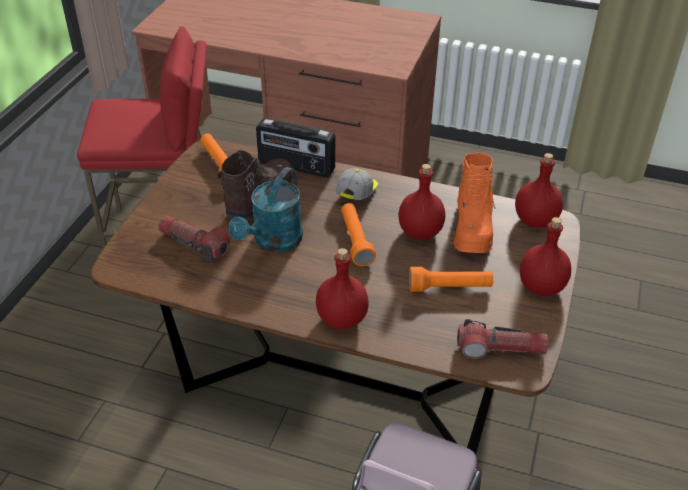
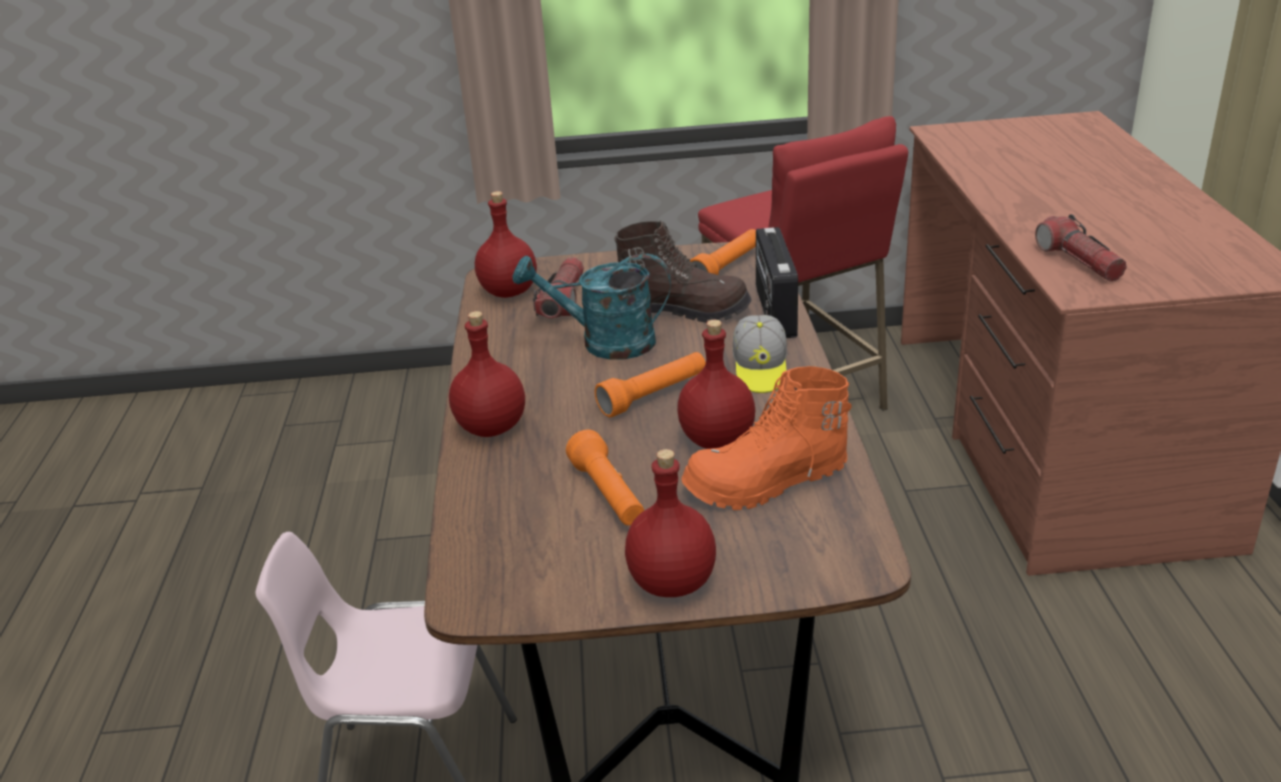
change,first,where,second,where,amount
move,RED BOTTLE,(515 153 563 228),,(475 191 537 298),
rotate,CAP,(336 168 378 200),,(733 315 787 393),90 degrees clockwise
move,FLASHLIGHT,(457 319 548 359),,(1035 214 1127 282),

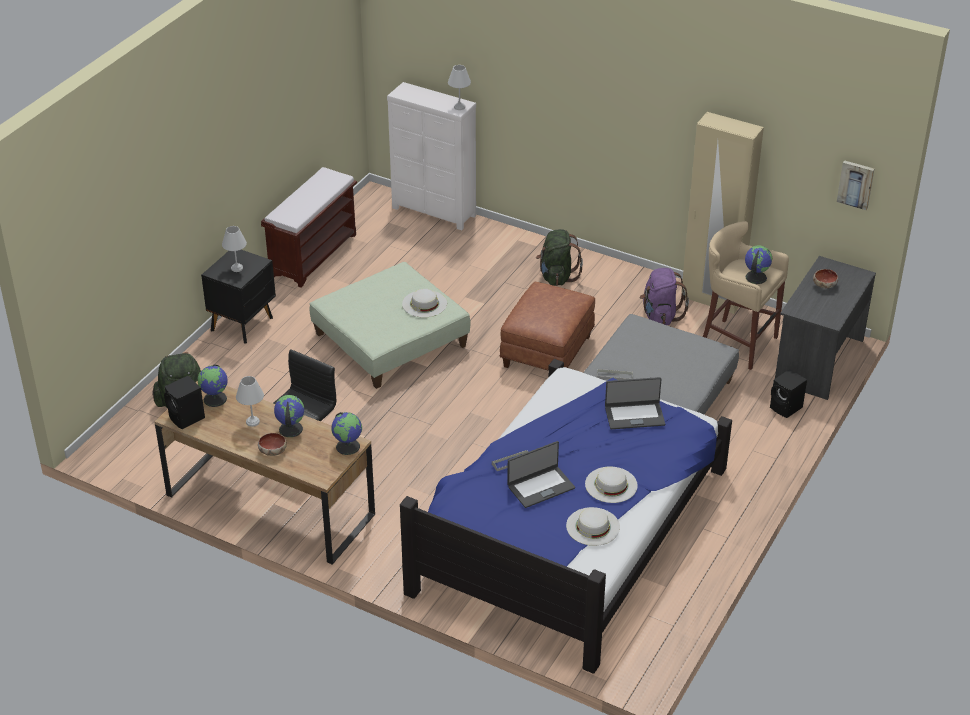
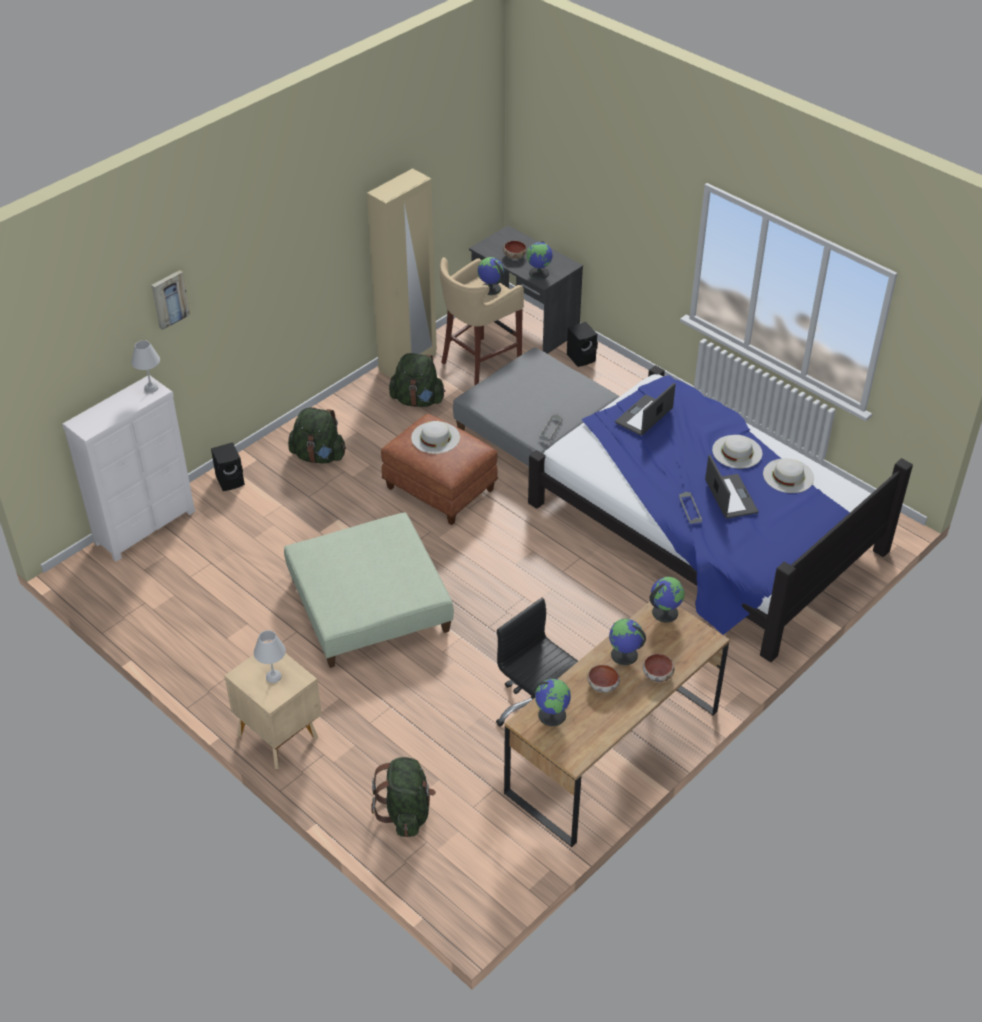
change,first,where,second,where,amount
move,PICTURE,(837 160 874 210),,(151 270 190 330),
move,BLACK SPEAKER,(164 376 205 429),,(211 442 245 491),
recolor,BLACK NIGHTSTAND,(201 250 276 344),BEIGE NIGHTSTAND,(224 653 322 769),
recolor,PURPLE BACKPACK,(640 268 689 325),GREEN BACKPACK,(389 353 446 407),
move,WHITE HAT,(402 289 447 318),,(411 421 460 454),
insert,,,GLOBE,(527 241 553 279),
replace,WHITE TABLE LAMP,(236 376 264 427),BOWL,(587 665 620 693),
rotate,LAPTOP,(605 377 665 429),,(615 383 676 436),150 degrees counterclockwise
delete,BROWN BENCH,(261 167 357 288),,,

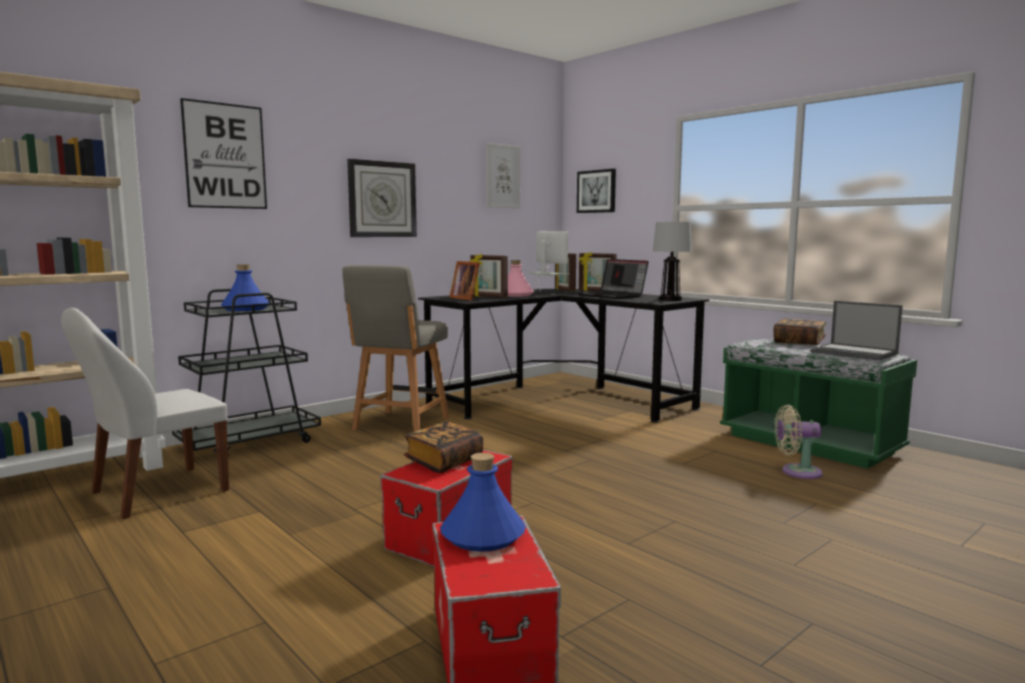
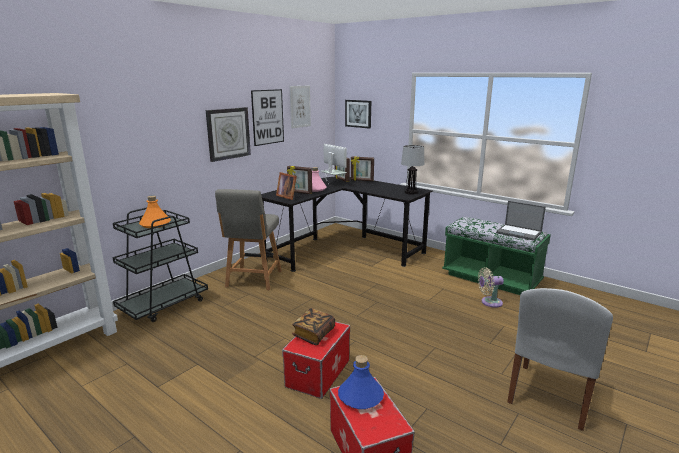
change,first,where,second,where,amount
recolor,BLUE BOTTLE,(221 264 269 311),ORANGE BOTTLE,(139 195 171 228),
move,PICTURE,(180 98 267 209),,(251 89 284 146),
move,WHITE CHAIR,(61 308 229 519),,(507 288 613 431),
delete,LAPTOP,(578 259 649 299),,,
delete,BOOK,(773 319 826 345),,,

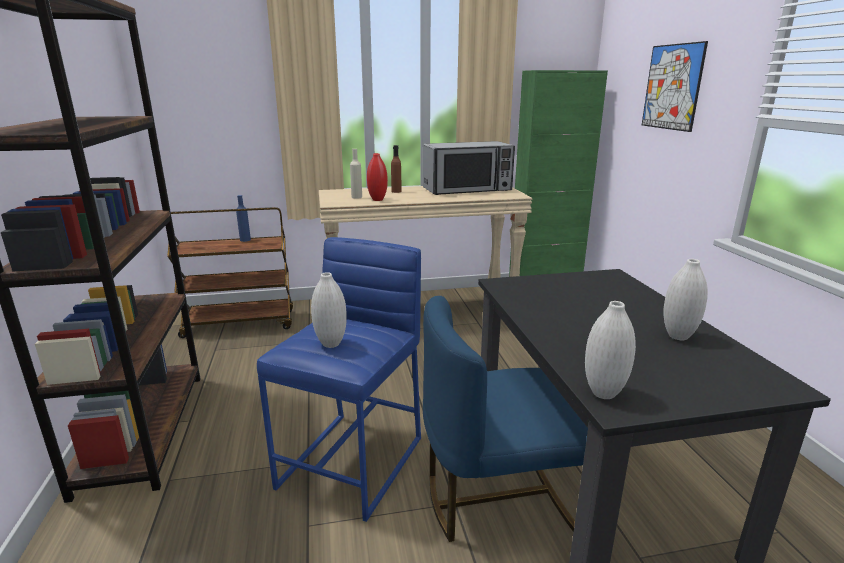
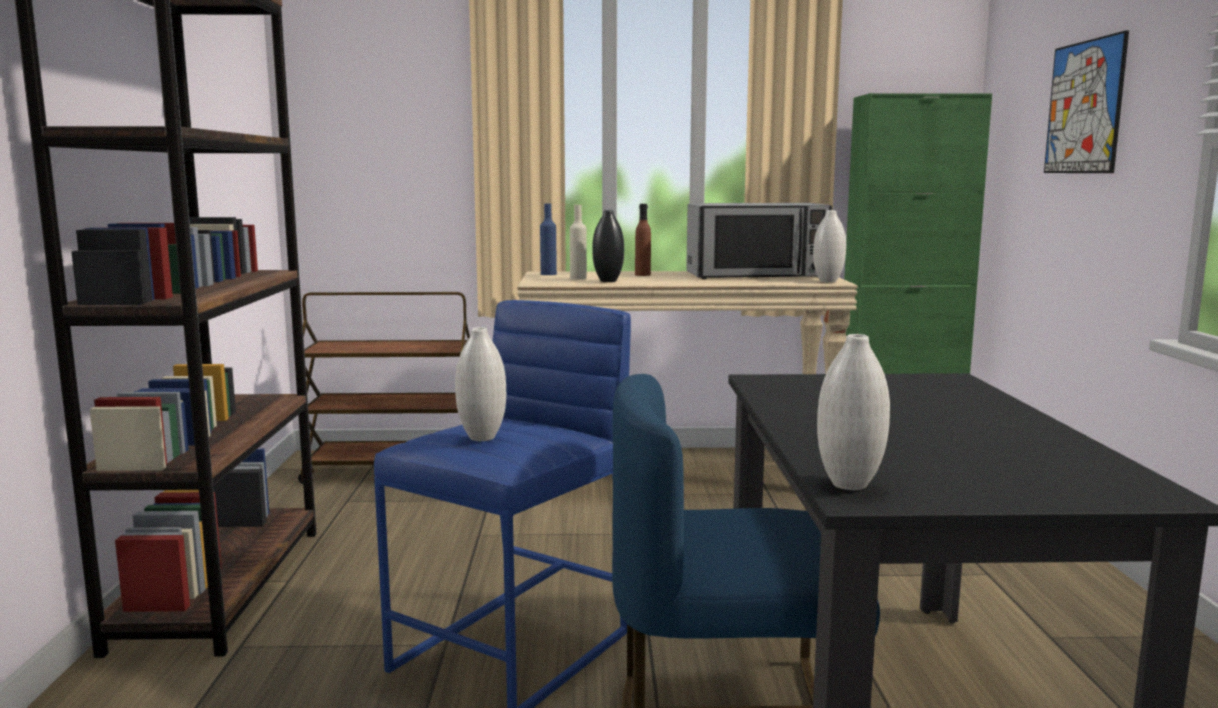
change,first,where,second,where,amount
move,BLUE BOTTLE,(236 195 251 242),,(540 203 557 275),
recolor,RED VASE,(367 153 388 201),BLACK VASE,(592 210 624 282),
move,WHITE VASE,(664 259 708 340),,(813 210 846 283),

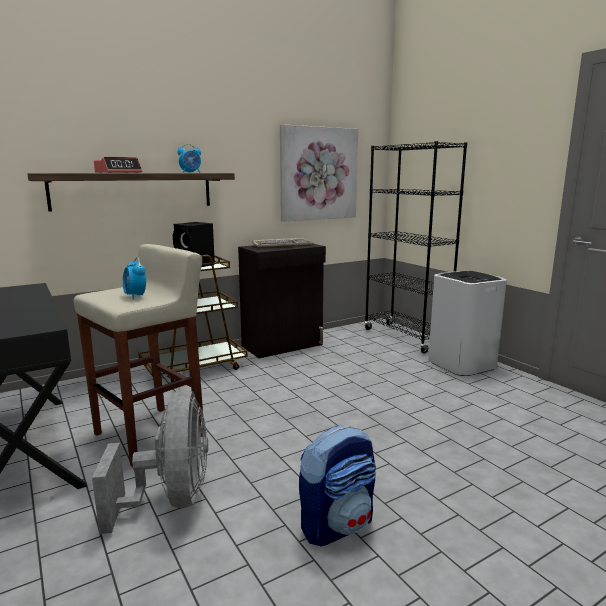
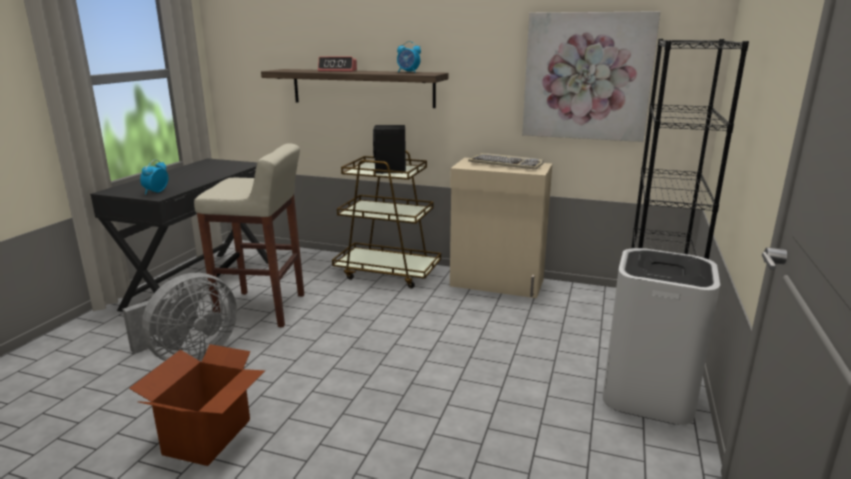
change,first,where,second,where,amount
replace,BACKPACK,(299 425 376 546),CARDBOARD BOX,(129 344 265 466),
move,ALARM CLOCK,(123 257 146 300),,(140 159 168 194),
recolor,BLACK CABINET,(238 244 326 358),BEIGE CABINET,(450 158 552 298),

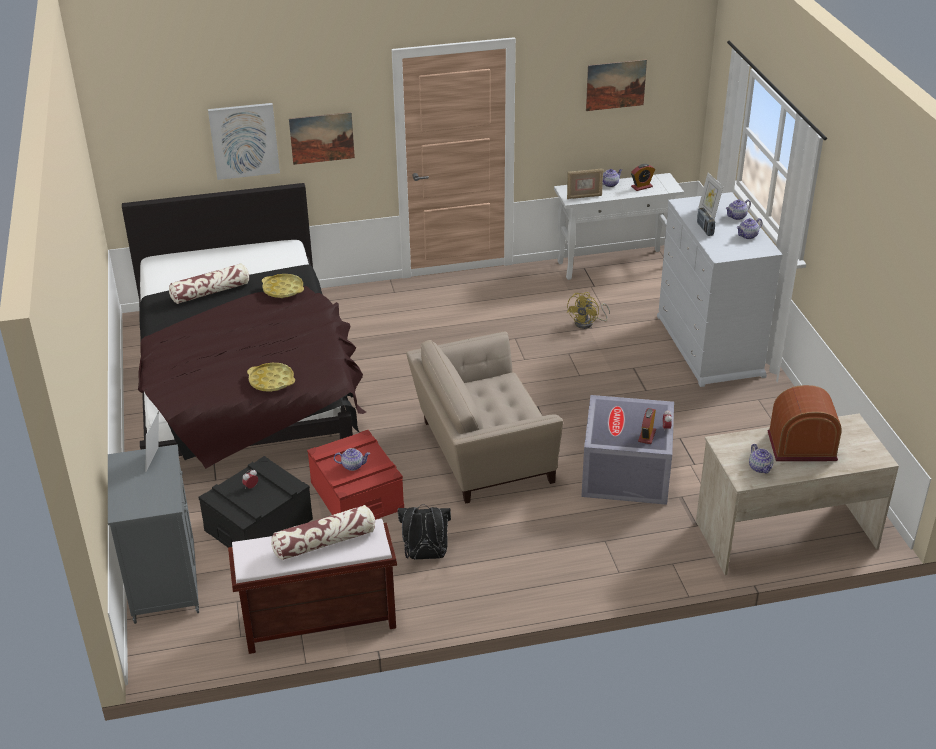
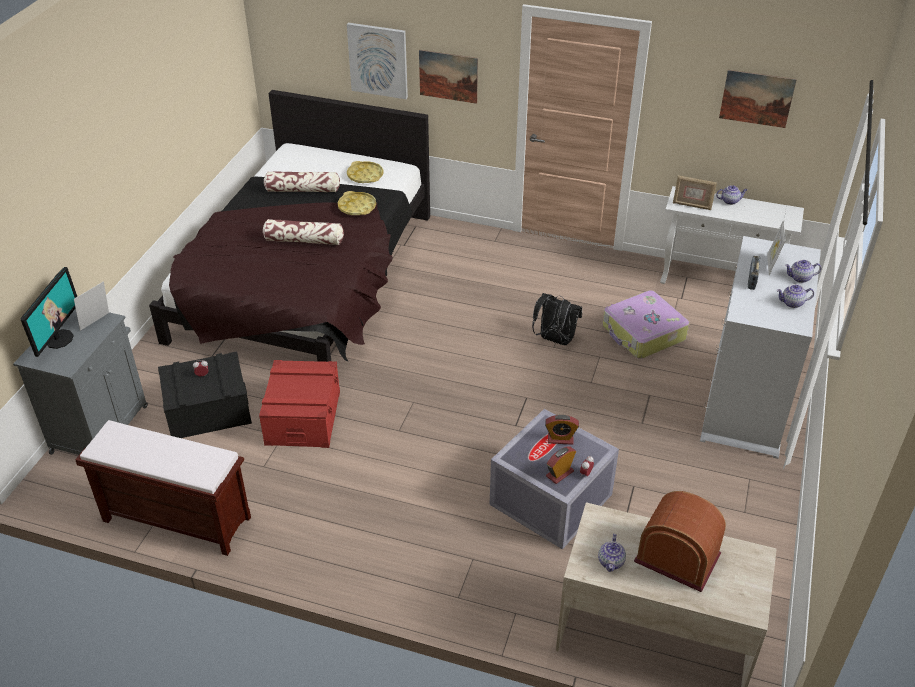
change,first,where,second,where,amount
insert,,,MONITOR,(20 267 77 357),
move,PILLOW,(271 505 375 560),,(263 219 344 245),
move,YELLOW TRAY,(247 363 295 392),,(347 161 384 183),
move,BLACK BACKPACK,(397 504 451 559),,(532 293 582 345),
move,ALARM CLOCK,(631 164 655 191),,(545 415 579 445),
replace,YELLOW FAN,(567 292 610 329),SUITCASE,(603 290 690 359),
delete,TEAPOT,(334 448 370 471),,,
delete,BEIGE ARMCHAIR,(406 332 563 504),,,

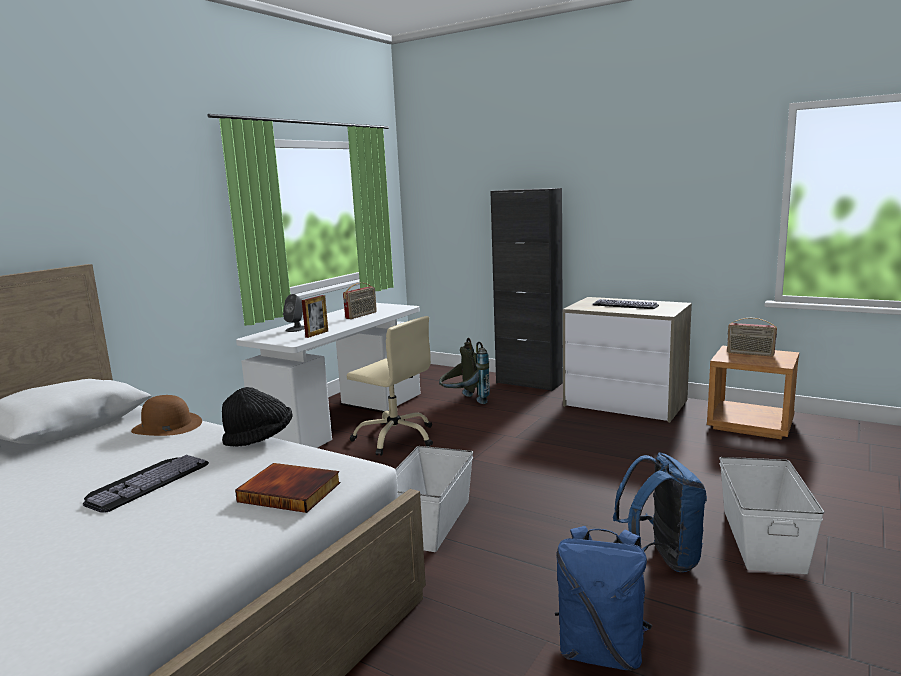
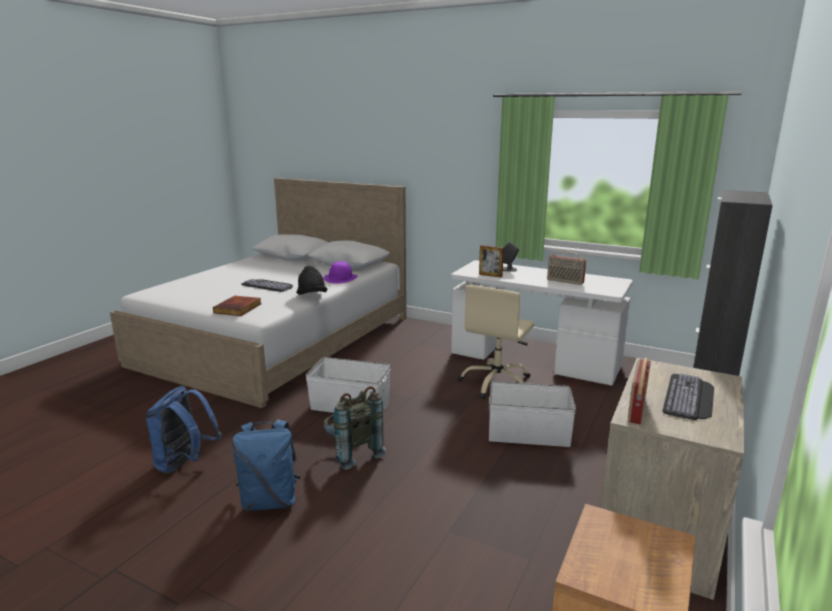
change,first,where,second,where,amount
recolor,BROWN HAT,(131 395 202 436),PURPLE HAT,(324 261 358 284),
move,GREY BACKPACK,(439 338 490 404),,(324 386 386 470),
move,WHITE STORAGE BOX,(719 457 824 574),,(488 382 576 447),
move,RADIO,(727 318 777 356),,(628 357 651 425),

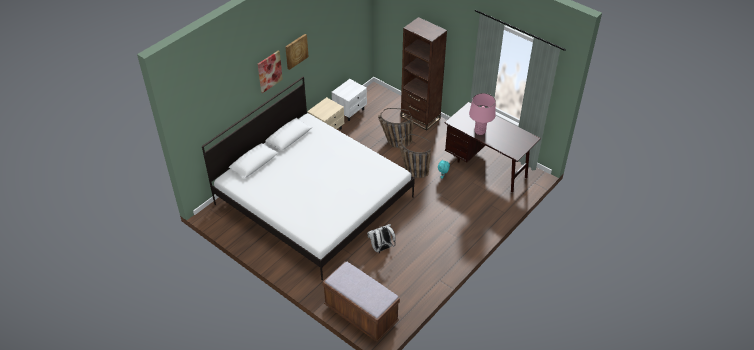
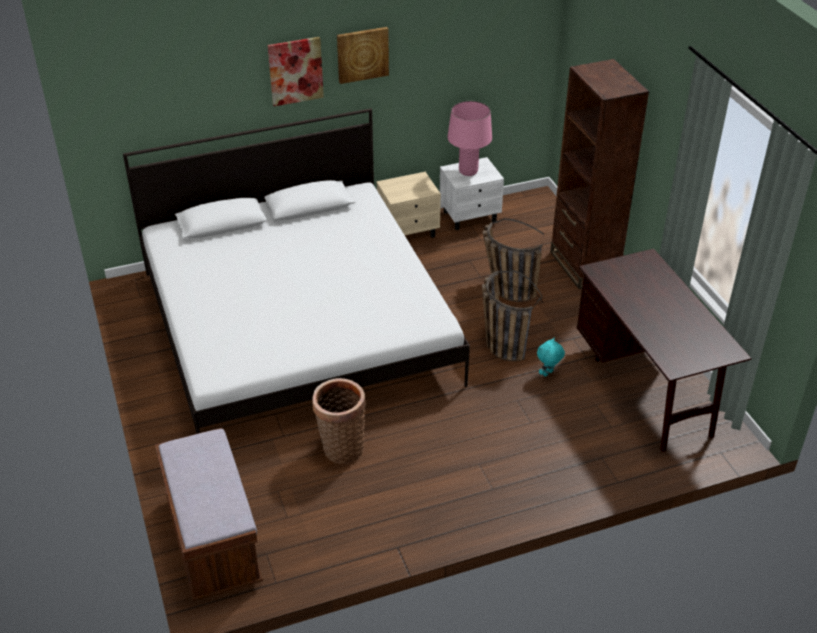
change,first,where,second,where,amount
replace,WHITE BACKPACK,(367 224 396 253),BASKET,(312 378 366 464),
move,PINK TABLE LAMP,(469 93 496 135),,(447 101 492 176),

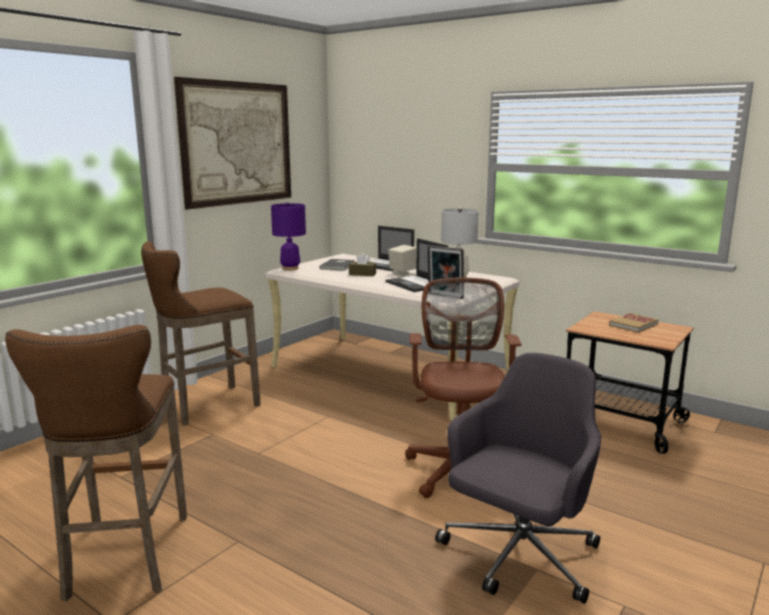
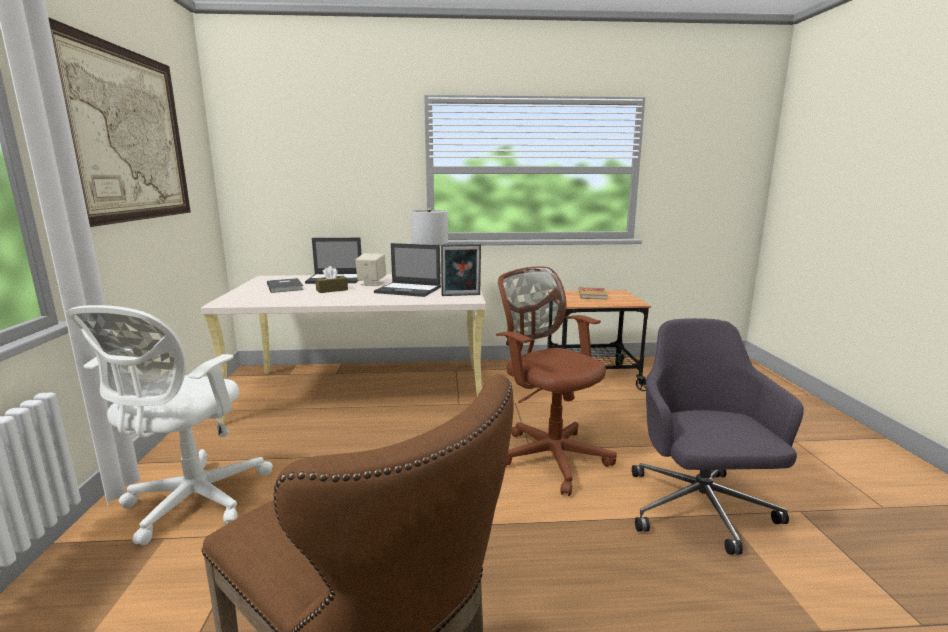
change,first,where,second,where,amount
replace,BROWN STOOL,(141 241 261 425),WHITE OFFICE CHAIR,(66 305 272 545),
delete,PURPLE TABLE LAMP,(271 202 306 270),,,

